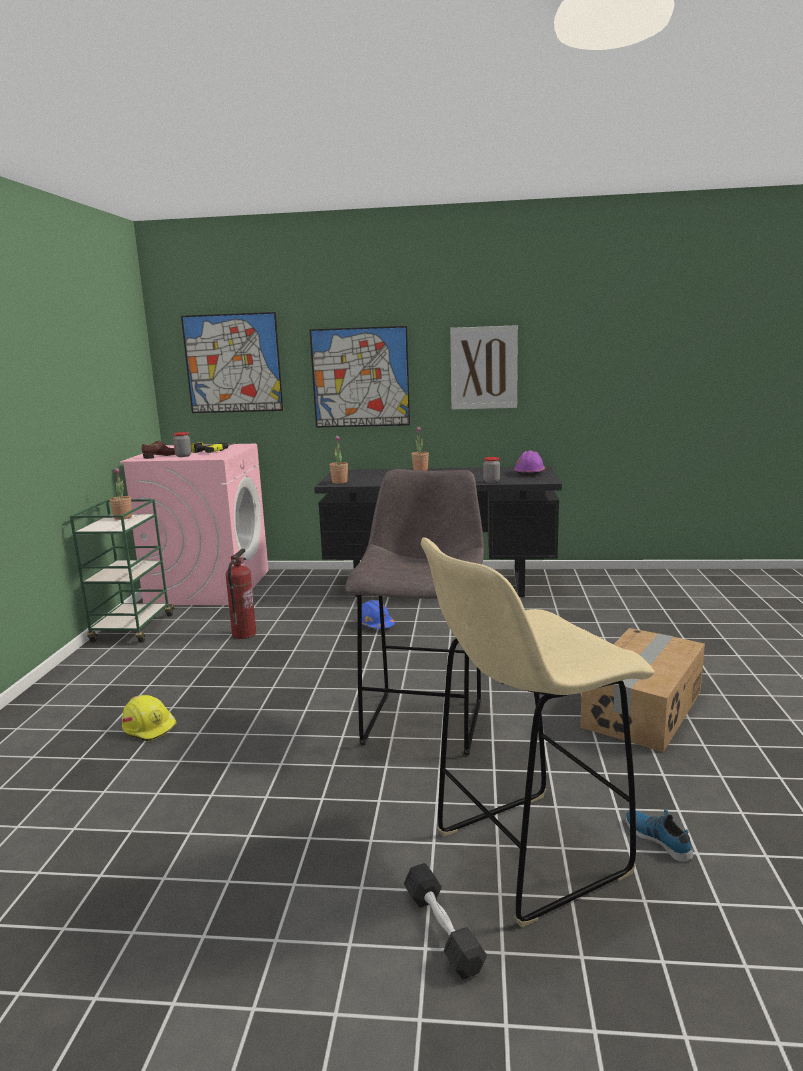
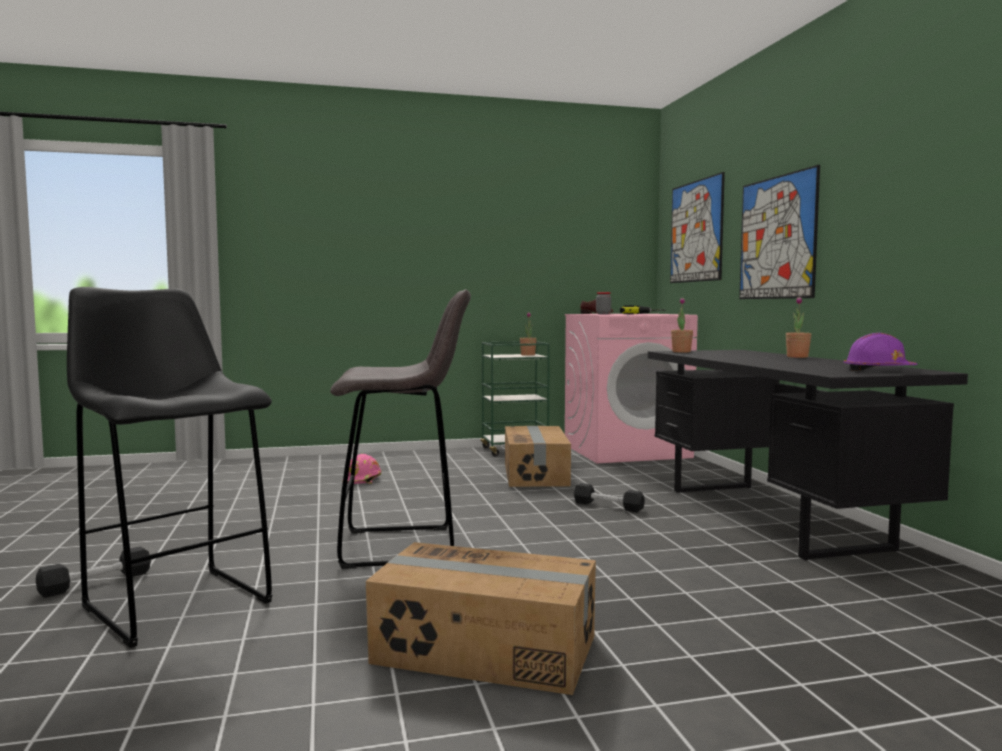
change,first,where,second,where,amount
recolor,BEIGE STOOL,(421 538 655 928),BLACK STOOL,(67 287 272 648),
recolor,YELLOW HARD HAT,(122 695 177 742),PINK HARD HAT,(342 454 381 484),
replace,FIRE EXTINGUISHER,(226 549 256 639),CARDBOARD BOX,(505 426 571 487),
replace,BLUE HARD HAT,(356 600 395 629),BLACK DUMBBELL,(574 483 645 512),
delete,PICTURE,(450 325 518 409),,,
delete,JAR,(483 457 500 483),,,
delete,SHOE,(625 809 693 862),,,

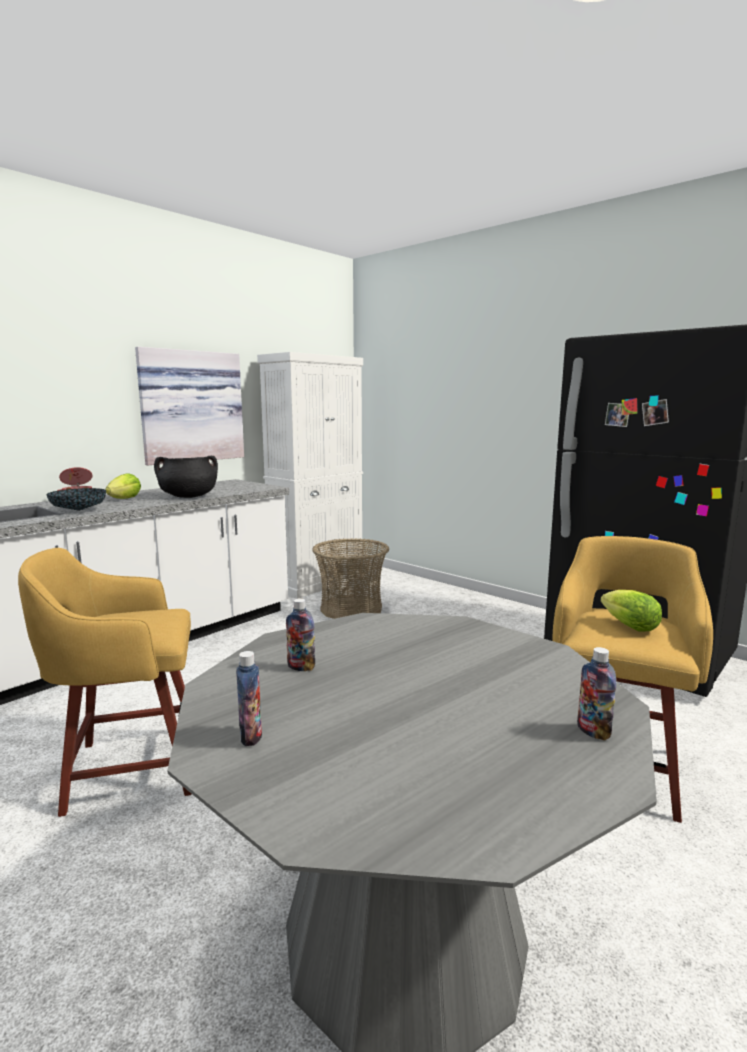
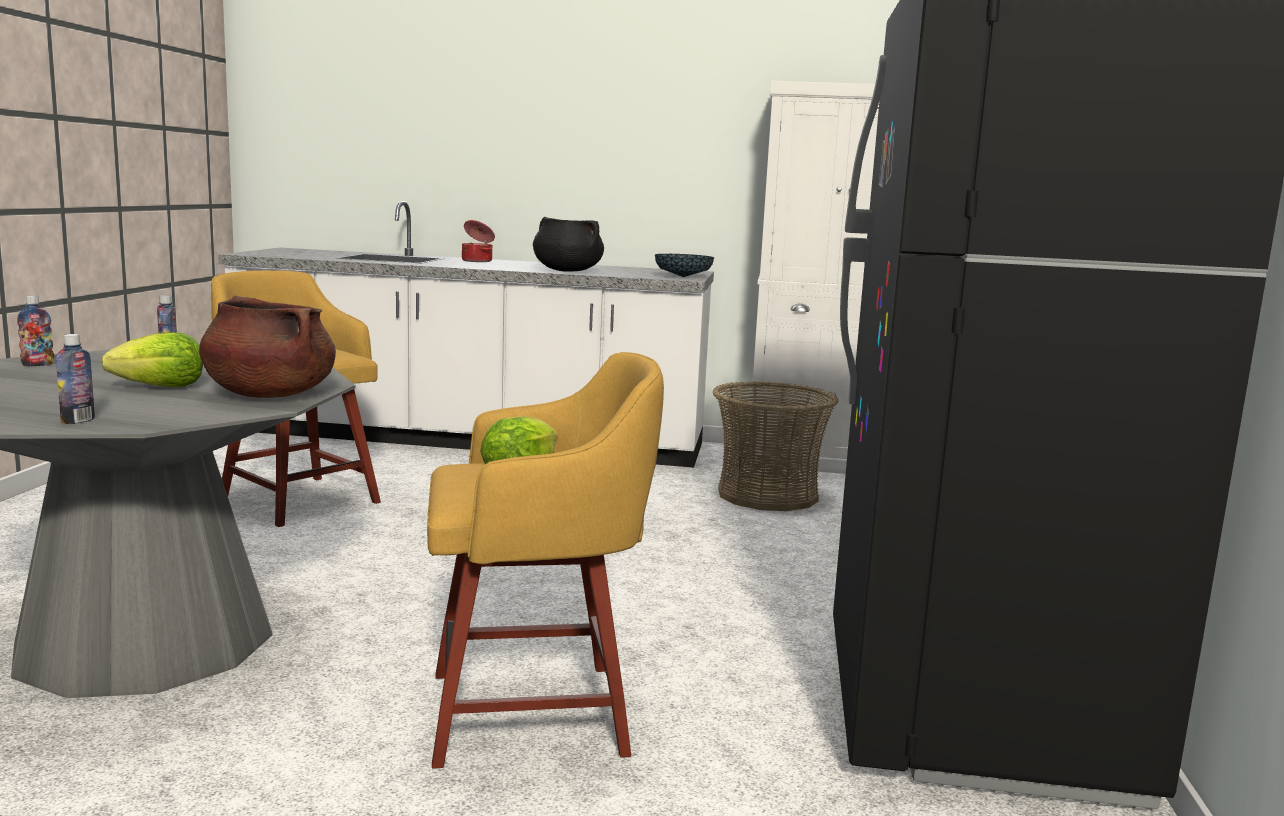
change,first,where,second,where,amount
move,LETTUCE,(105 473 141 499),,(102 332 203 387),
insert,,,BROWN COOKING POT,(199 296 336 398),
move,BOWL,(46 488 106 511),,(655 254 714 277),
delete,PICTURE,(135 347 244 465),,,

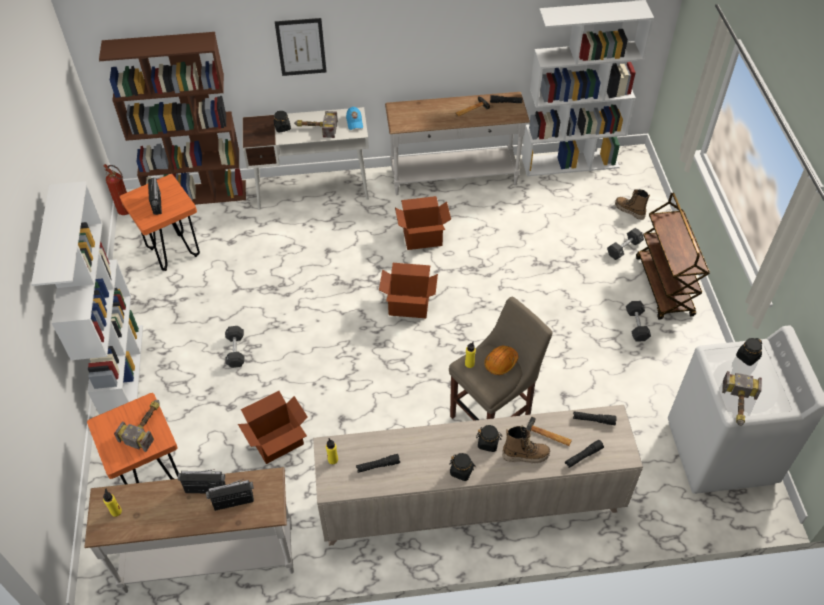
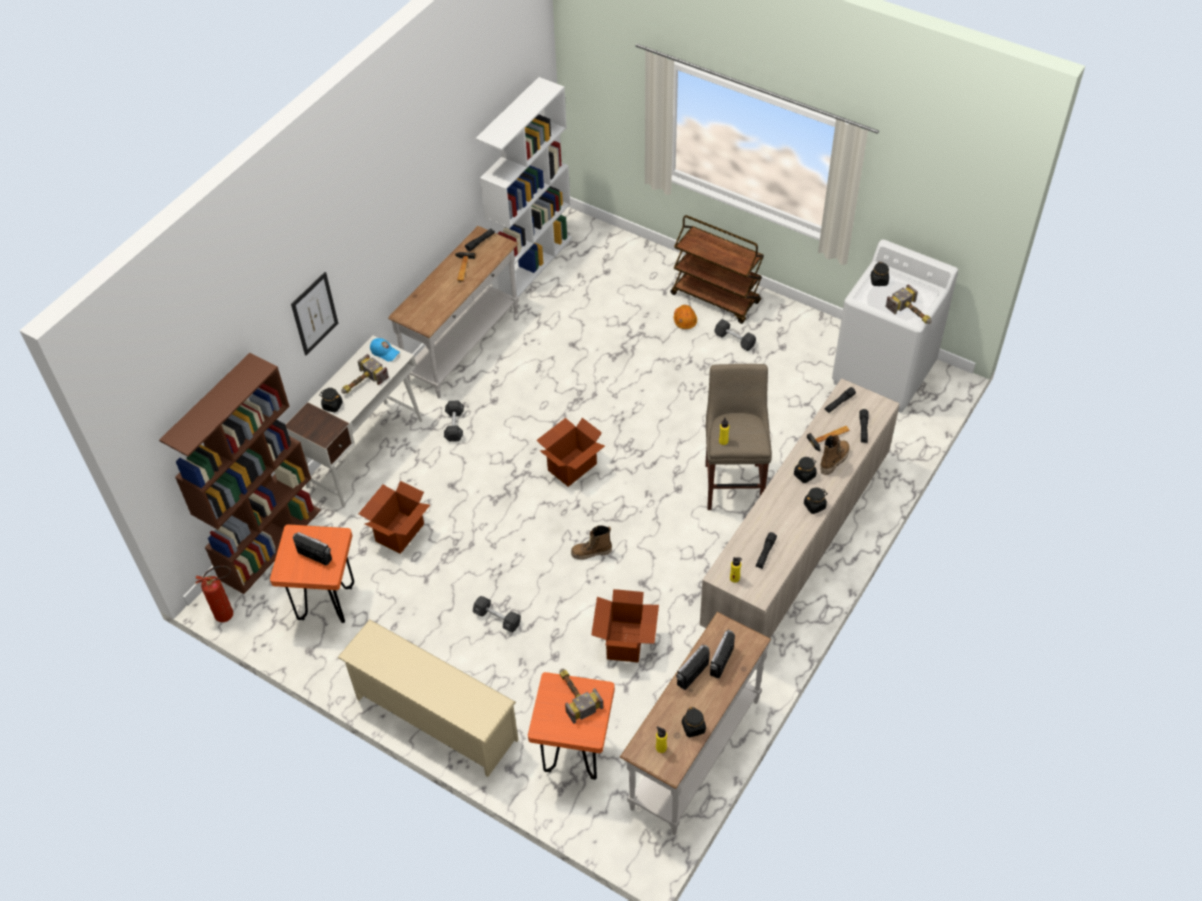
change,first,where,second,where,amount
replace,WHITE BOOKCASE,(31 181 143 415),BEIGE SHOE RACK,(337 619 518 777),
move,CARDBOARD BOX,(395 196 451 250),,(358 481 430 554),
move,BLACK DUMBBELL,(607 228 644 260),,(444 401 464 442),
move,BOOT,(615 189 650 220),,(571 525 612 560),
move,ORANGE HARD HAT,(484 345 518 375),,(674 305 697 329),
insert,,,BLACK JAR,(682 707 706 737),

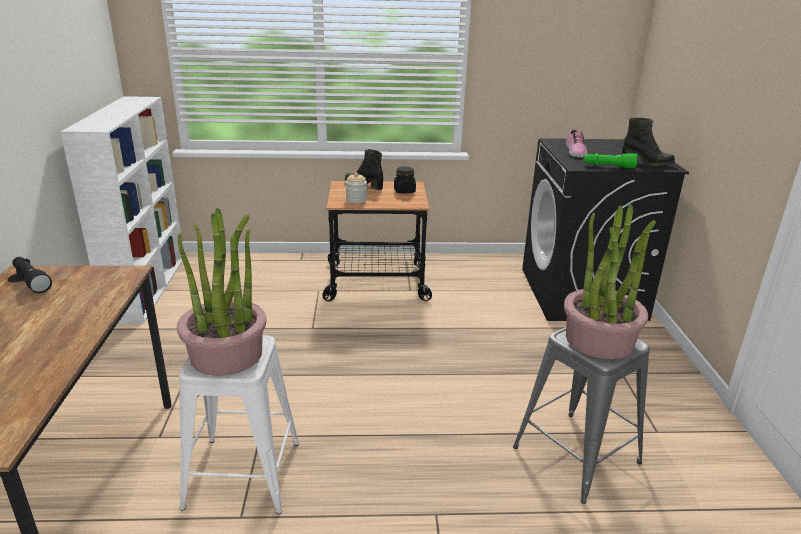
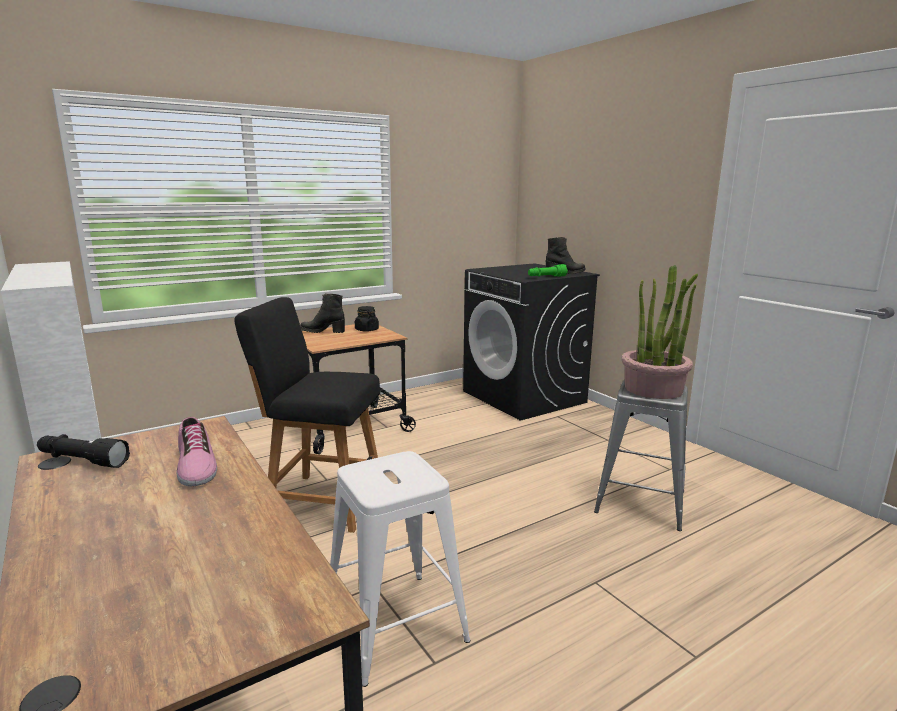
change,first,where,second,where,amount
move,SHOE,(566 129 588 158),,(176 417 217 486),
insert,,,BLACK STOOL,(235 297 380 533),
delete,POTTED PLANT,(177 208 267 376),,,
delete,JAR,(346 173 367 204),,,

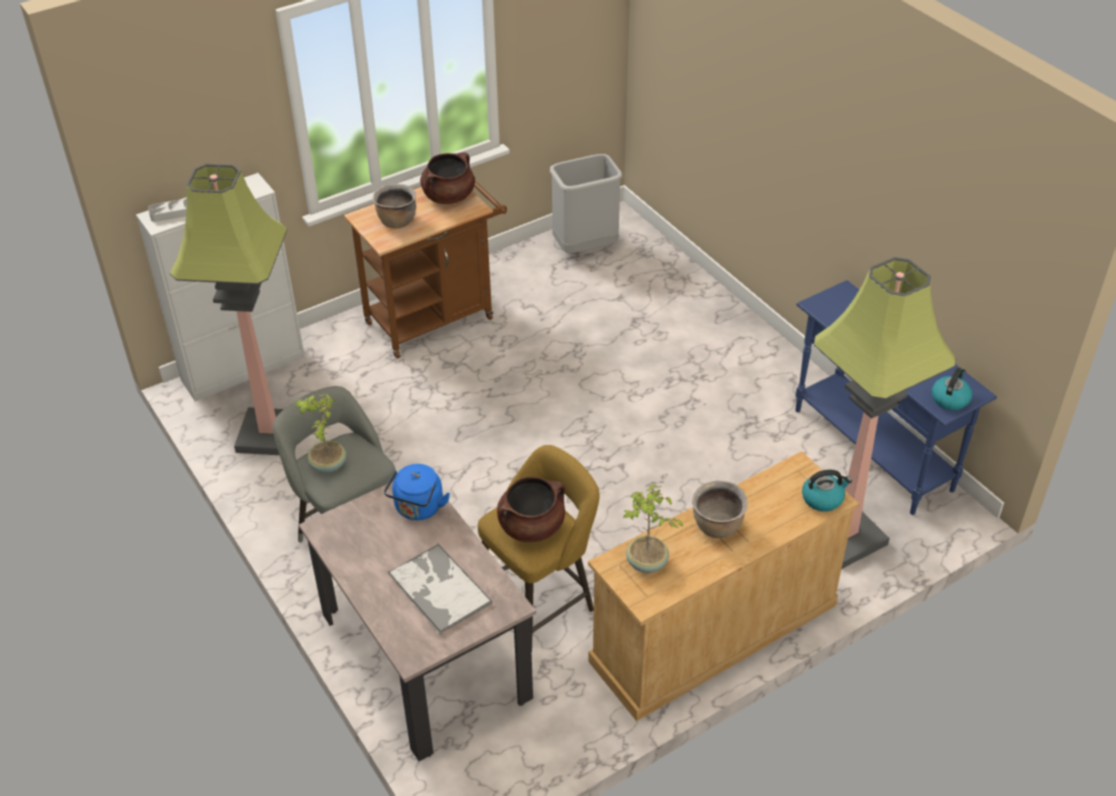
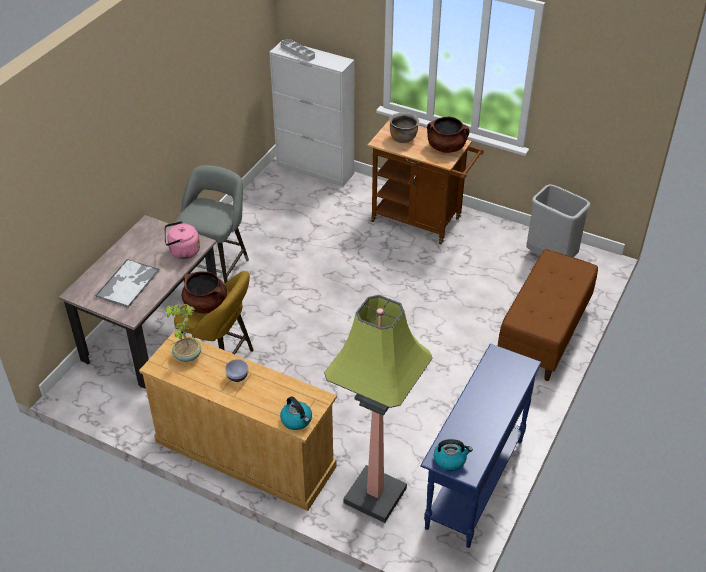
change,first,where,second,where,amount
recolor,BLUE KETTLE,(384 464 450 520),PINK KETTLE,(164 221 200 259),
replace,BROWN COOKING POT,(692 480 748 538),BOWL,(225 359 248 382),
insert,,,BROWN BENCH,(498 249 598 381),
delete,FLOOR LAMP,(170 163 287 455),,,
delete,POTTED PLANT,(295 394 346 473),,,

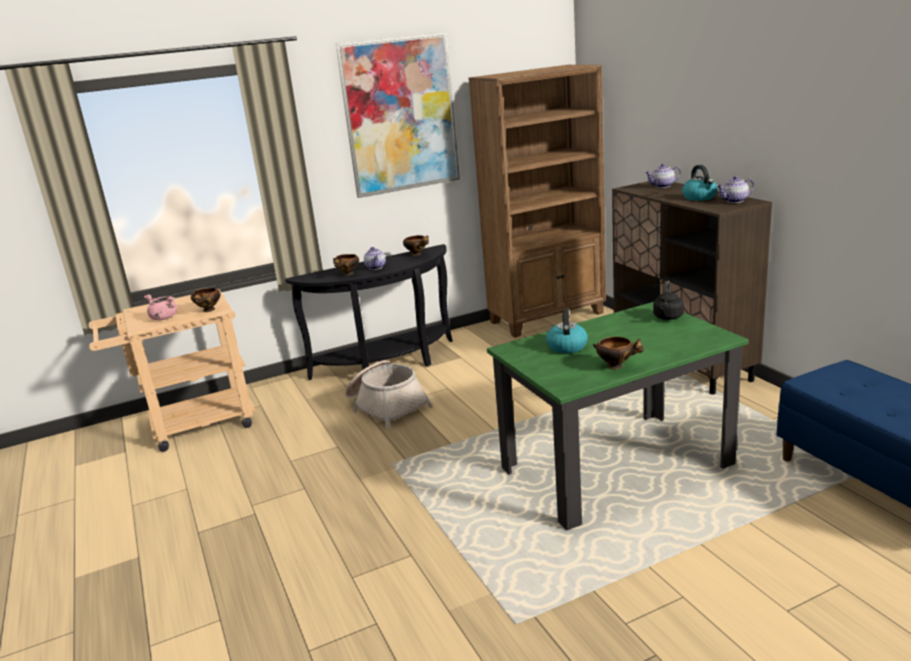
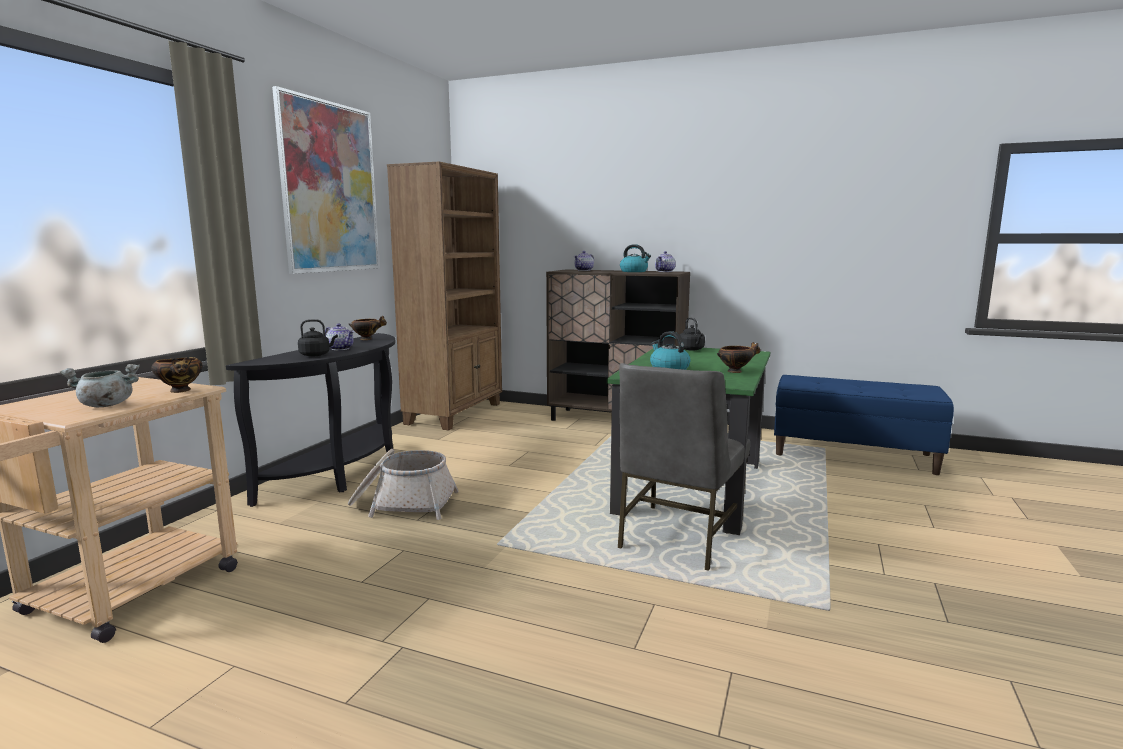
change,first,where,second,where,amount
recolor,PINK COOKING POT,(144 294 177 320),GREY COOKING POT,(60 364 140 407),
replace,BOWL,(333 254 359 276),BLACK KETTLE,(298 319 338 357),
insert,,,GREY CHAIR,(618 363 750 571),

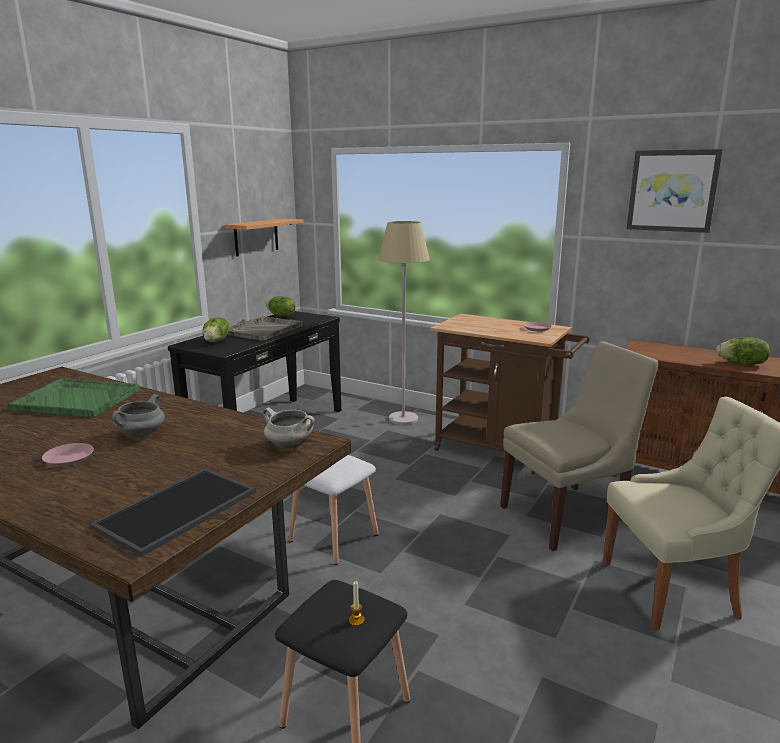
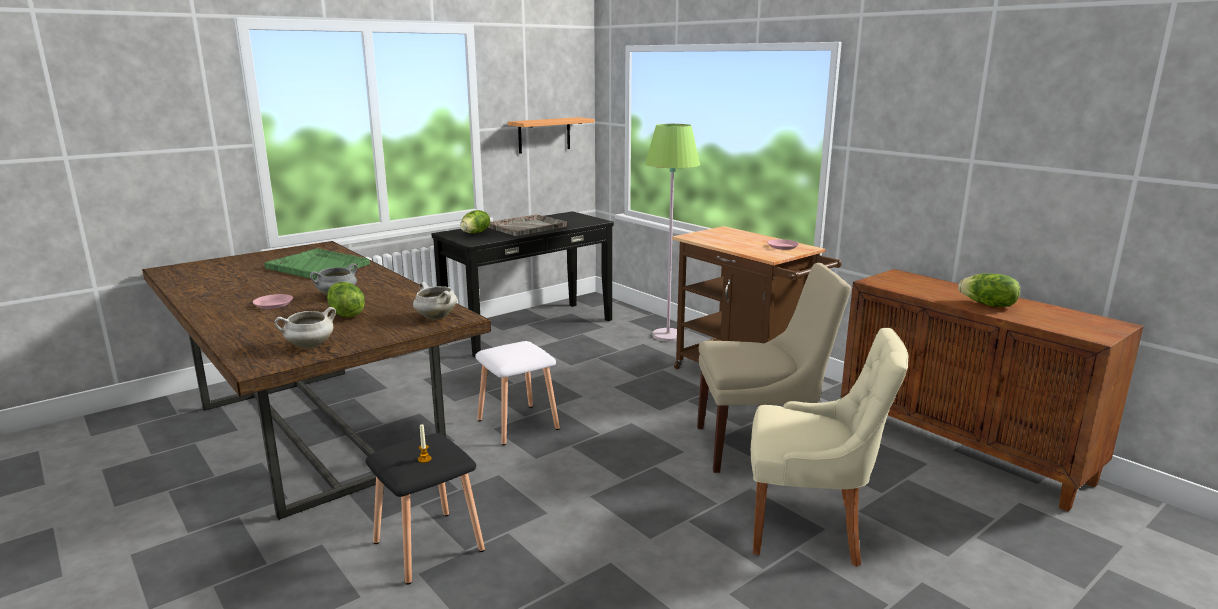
change,first,where,second,where,amount
replace,TRAY,(89 468 256 557),WHITE COOKING POT,(275 307 336 349),
move,LETTUCE,(266 296 296 317),,(327 282 365 318),
recolor,BEIGE FLOOR LAMP,(378 221 430 425),GREEN FLOOR LAMP,(645 124 700 342),
delete,PICTURE,(627 149 723 233),,,

